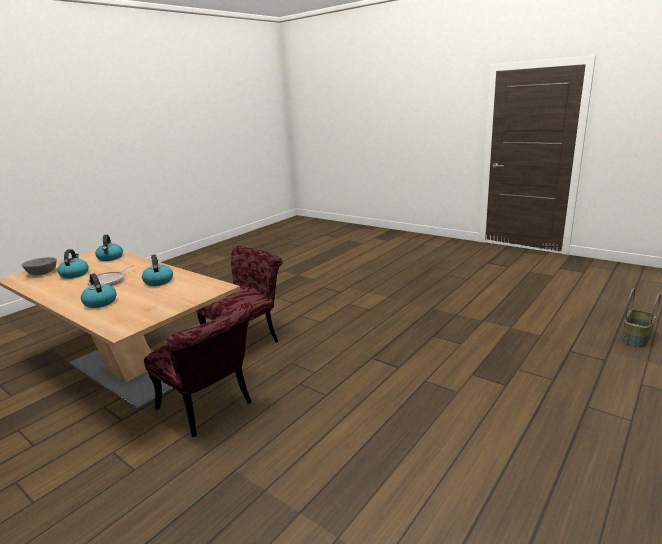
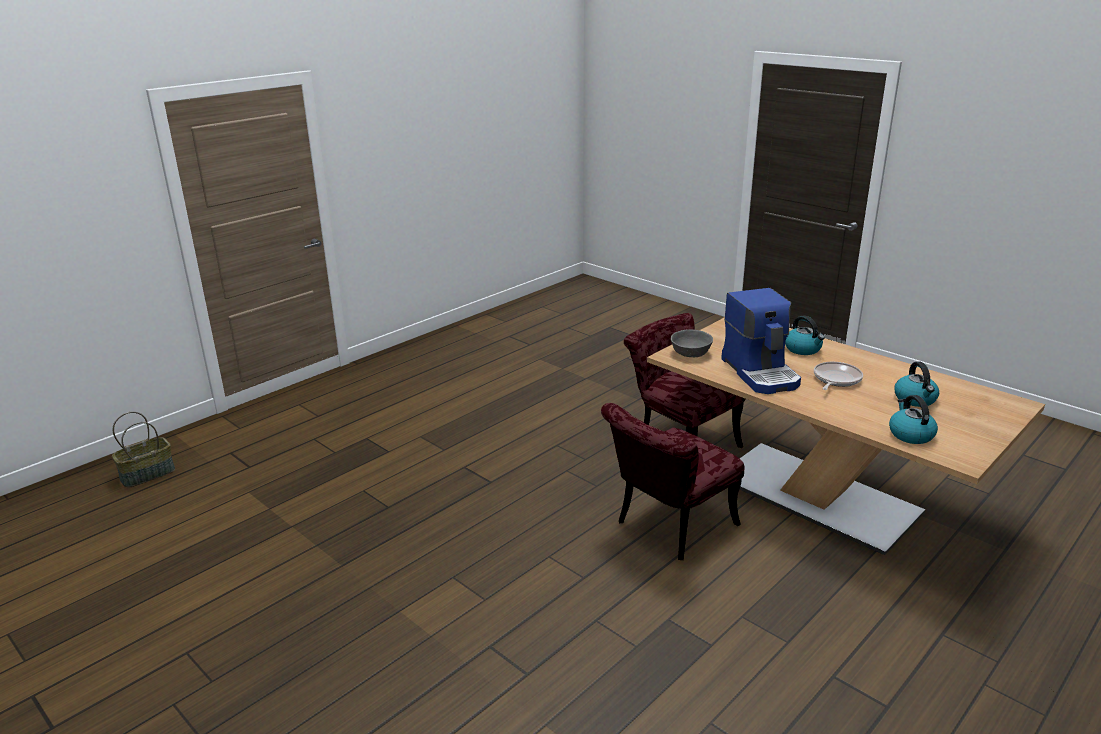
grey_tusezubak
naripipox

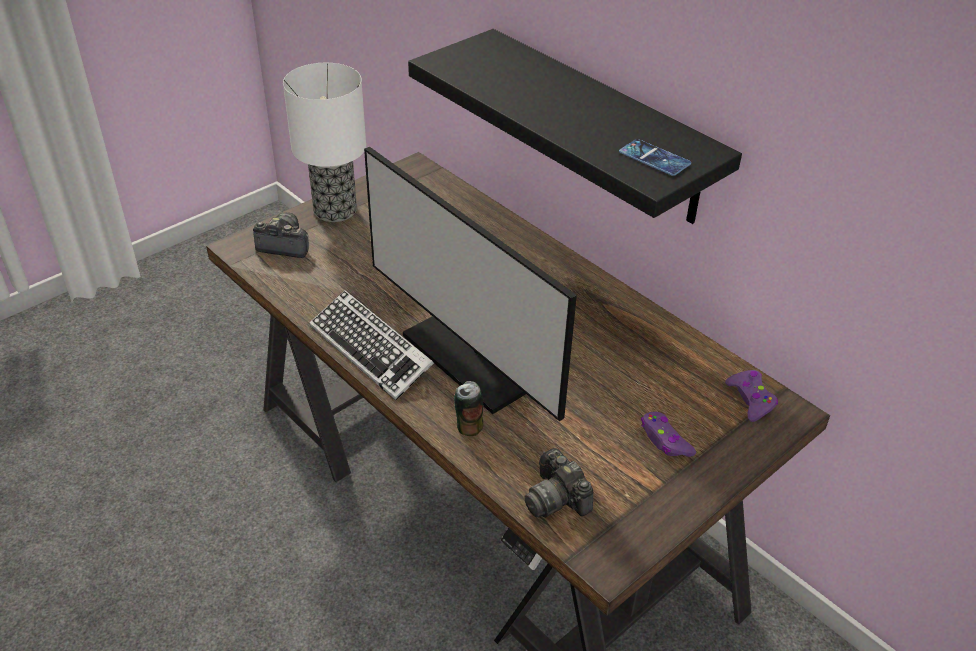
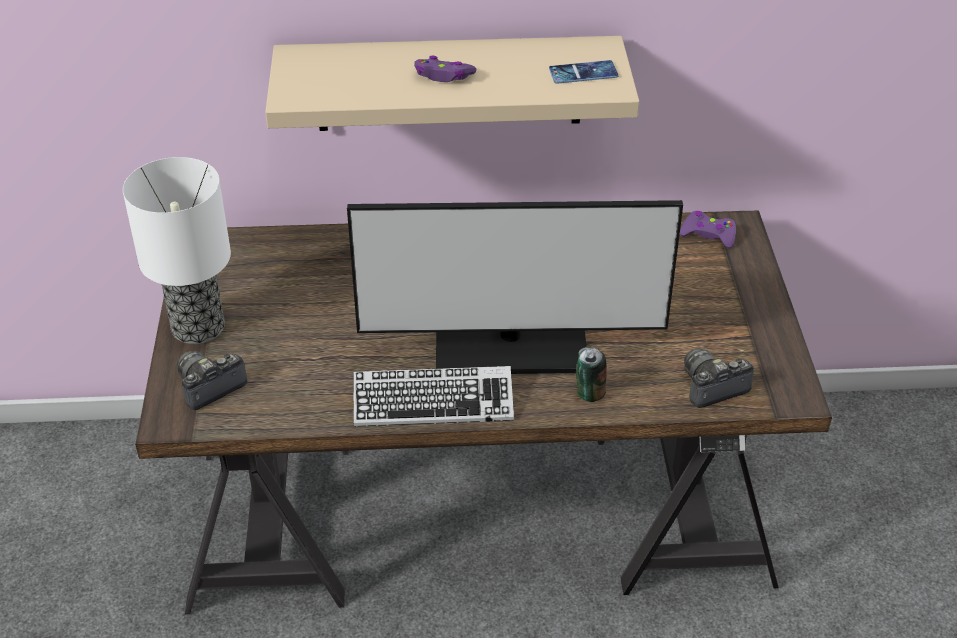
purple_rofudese (no. 1 from left)
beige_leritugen
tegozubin (no. 2 from left)

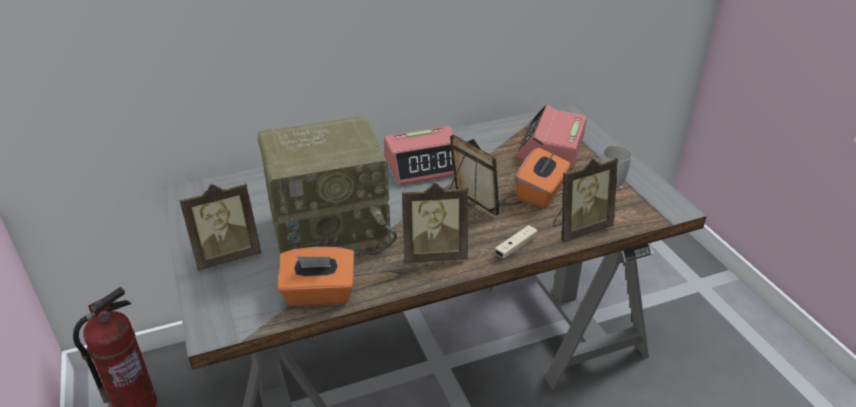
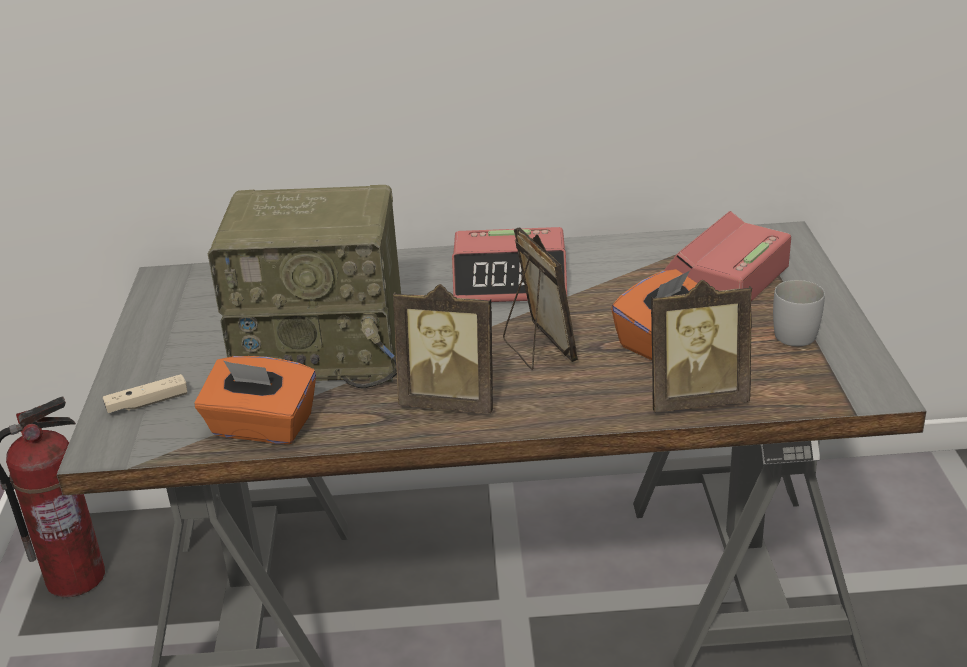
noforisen (no. 1 from left in the first image)
beige_rofudese

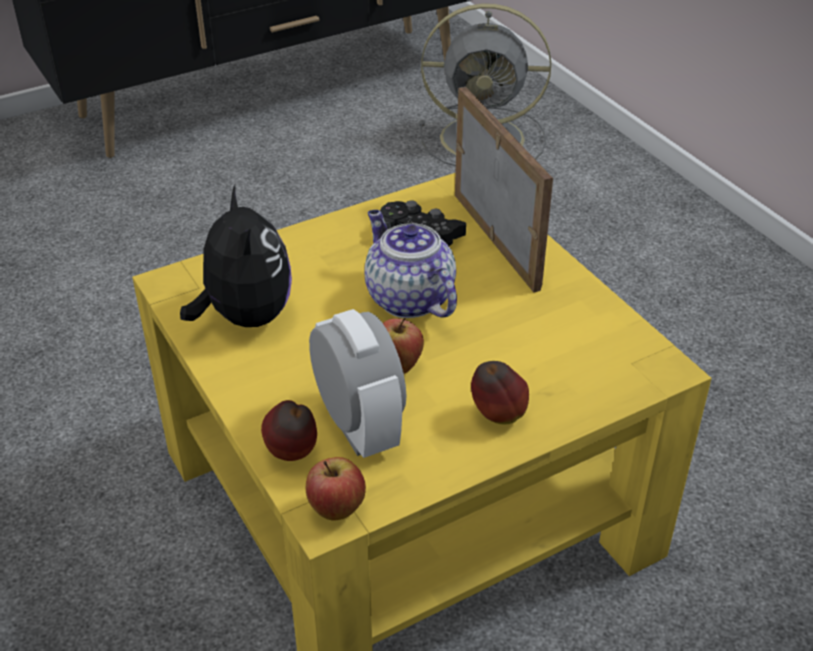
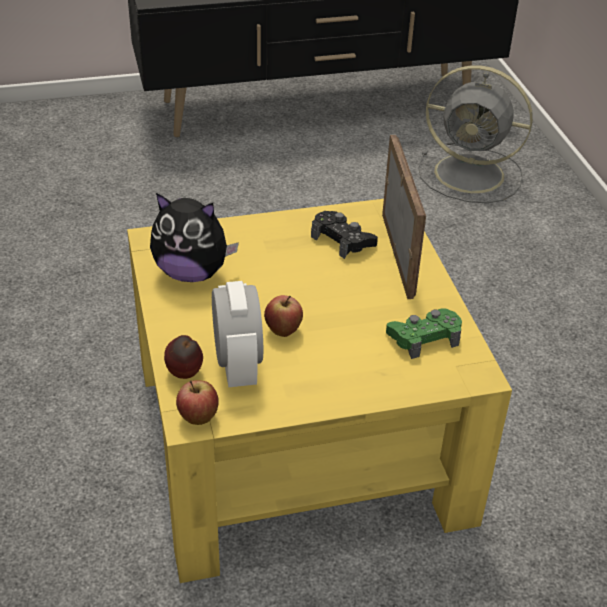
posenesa
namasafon (no. 4 from left in the first image)
green_rofudese
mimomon

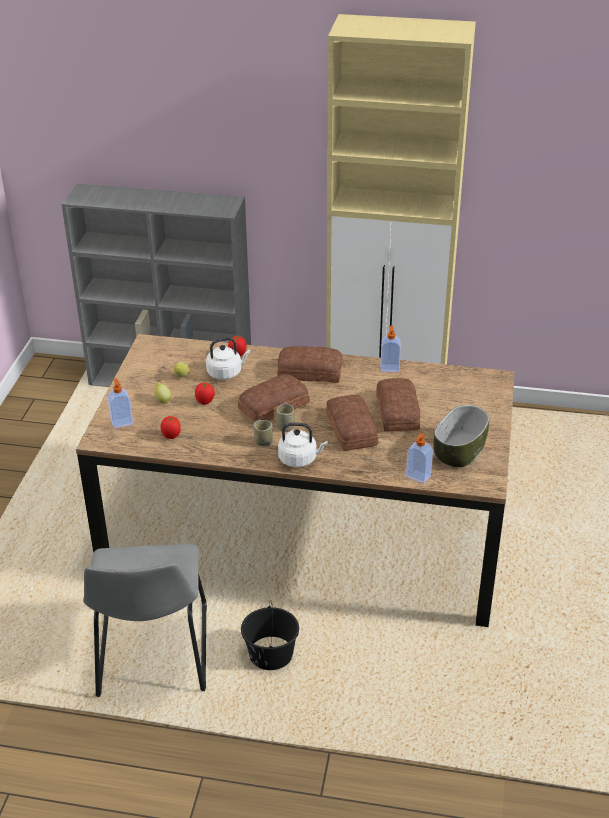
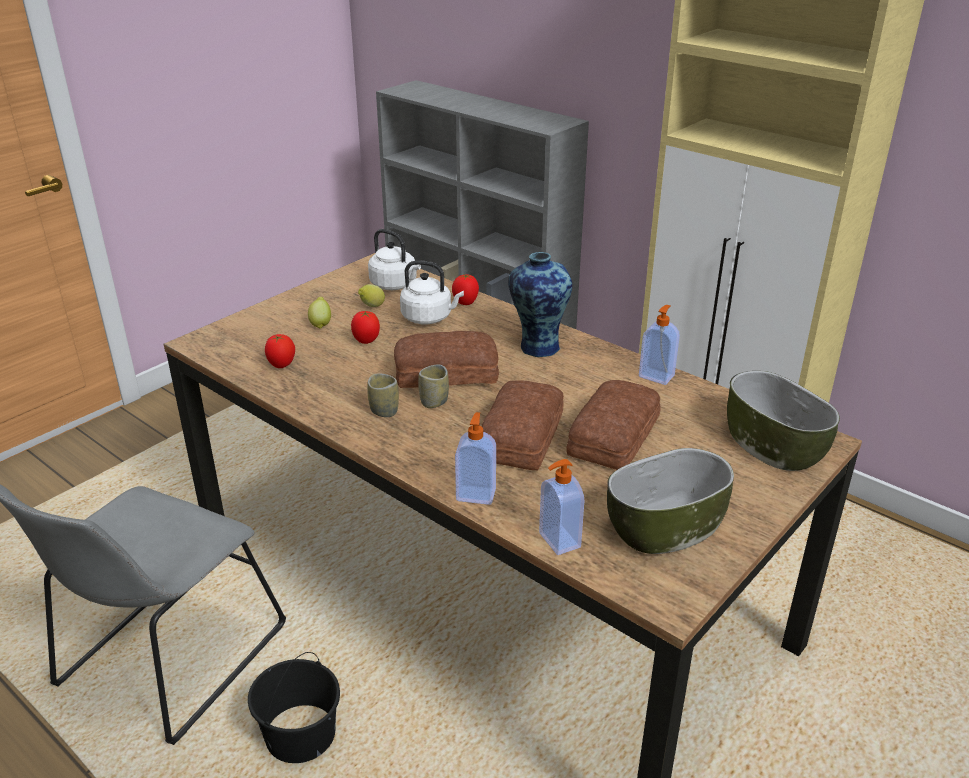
tusezubak (no. 2 from left)
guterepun (no. 1 from left)
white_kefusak (no. 1 from left)
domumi

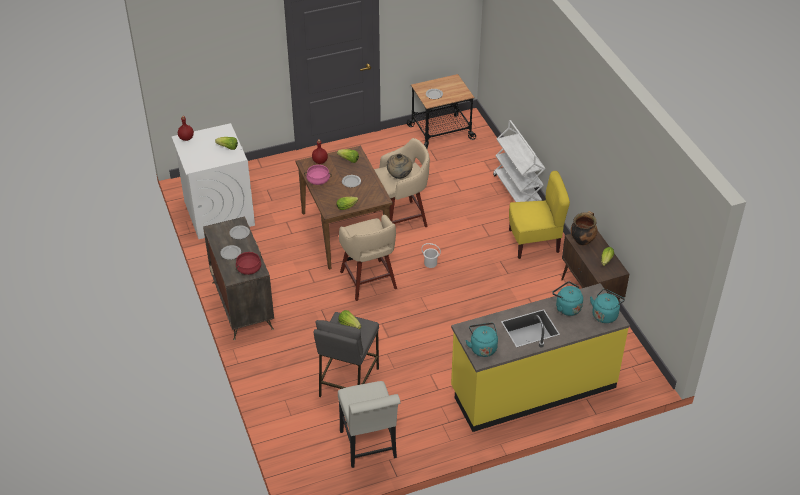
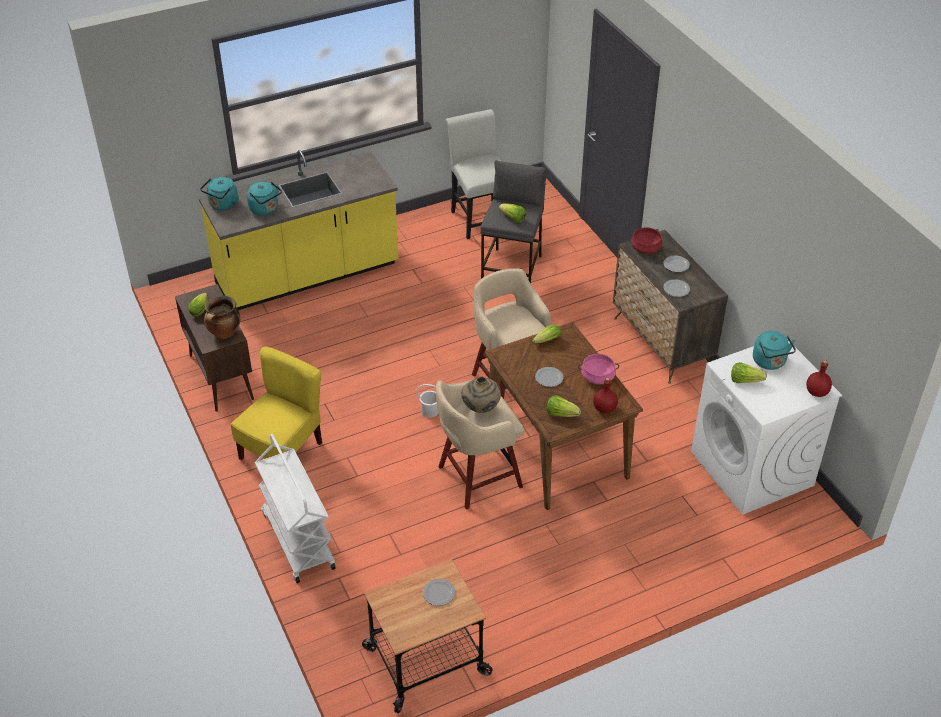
turquoise_kefusak (no. 3 from left)
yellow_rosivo

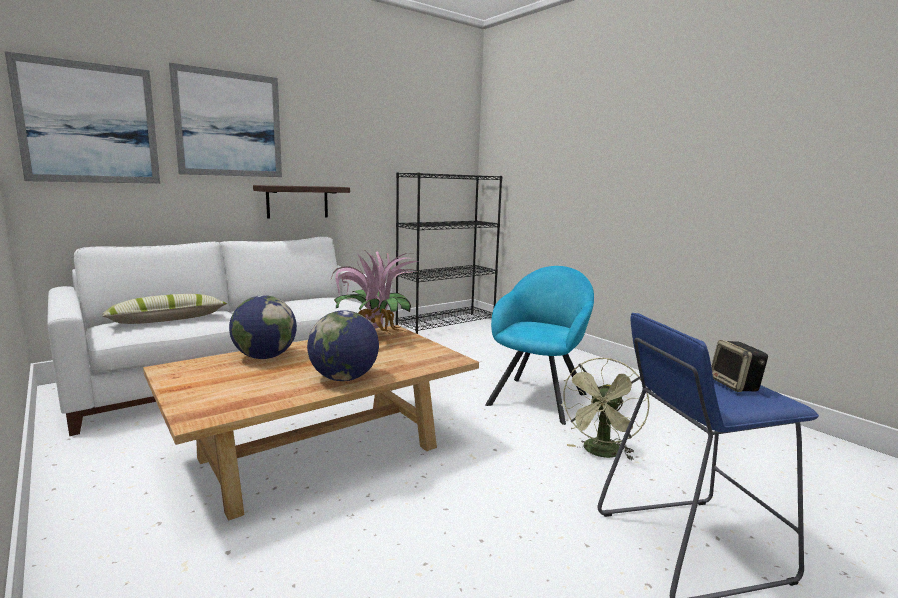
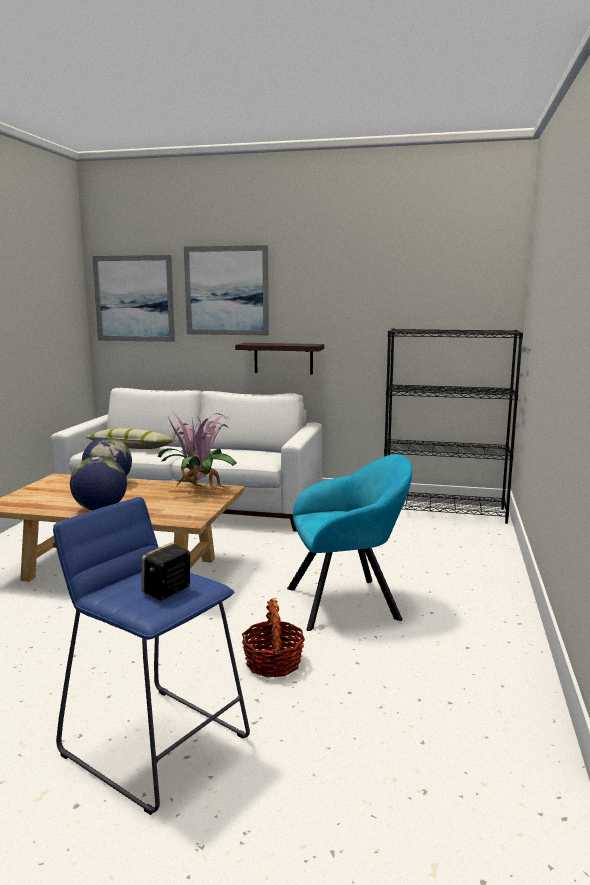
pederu

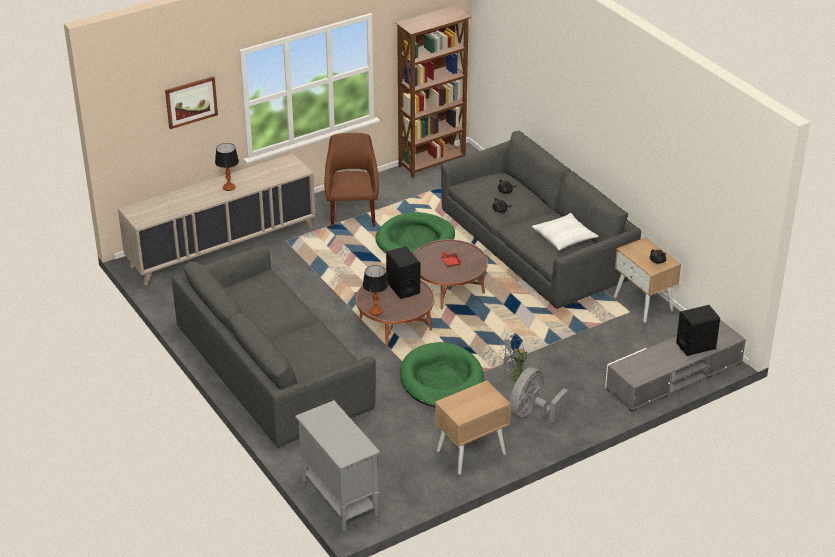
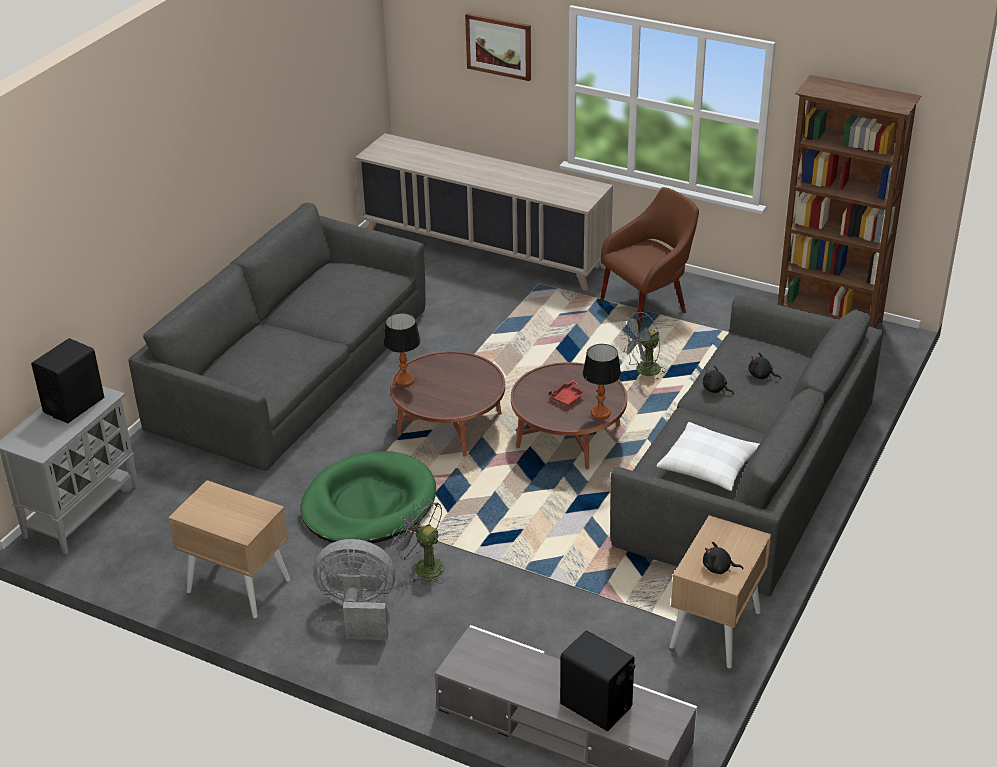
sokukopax (no. 2 from left)
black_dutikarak (no. 1 from left)
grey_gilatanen (no. 3 from left)

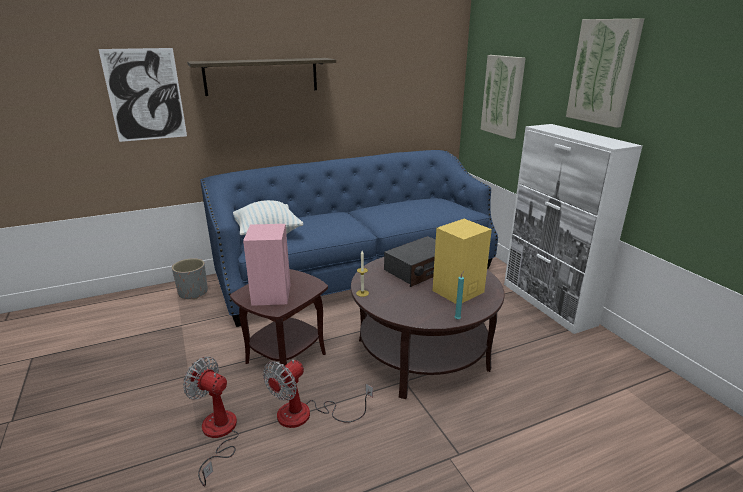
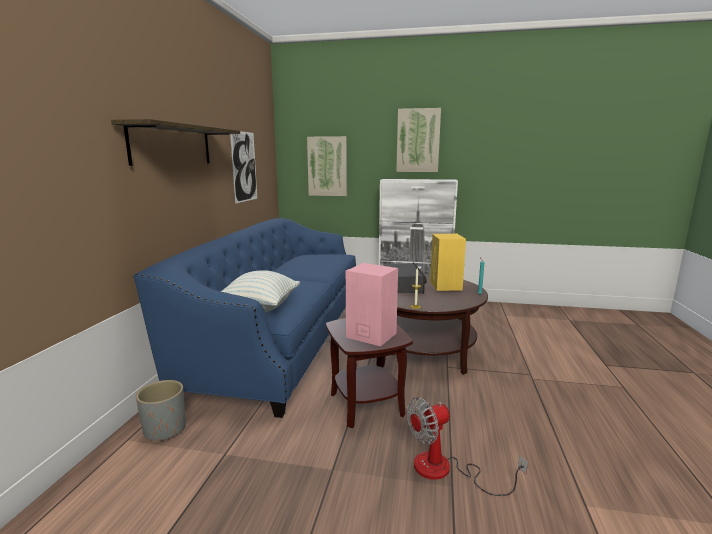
gilatanen (no. 2 from left in the first image)
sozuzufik (no. 1 from left)

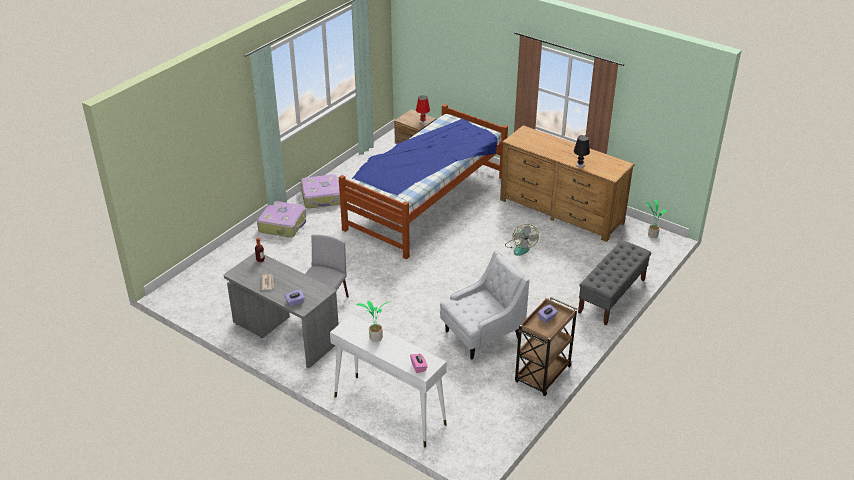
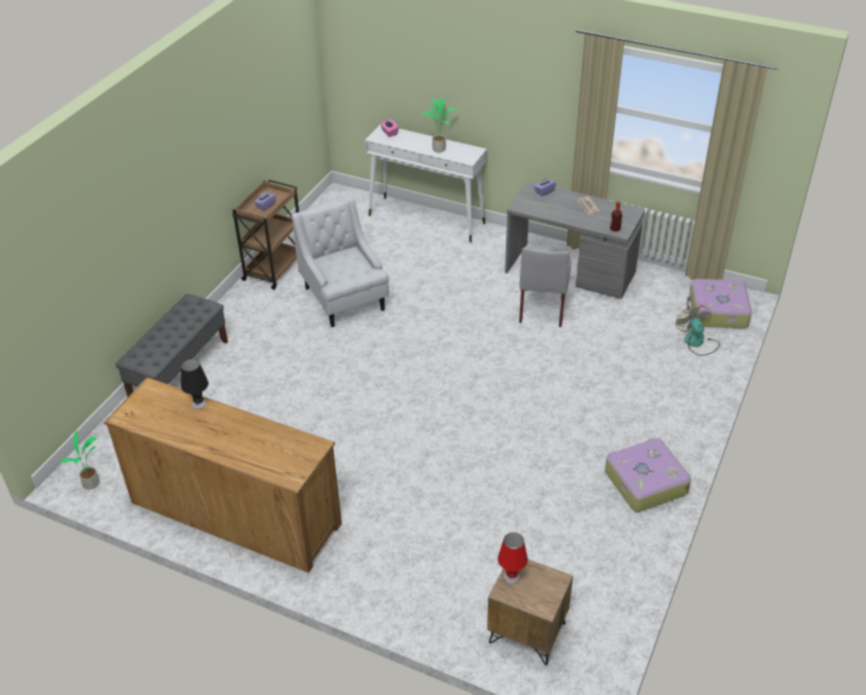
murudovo
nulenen (no. 2 from left)
gilatanen
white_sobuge

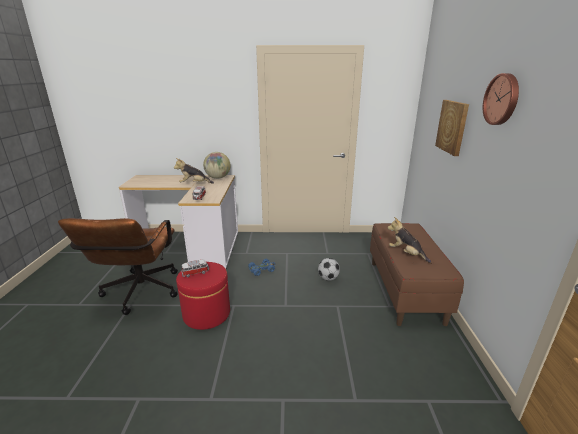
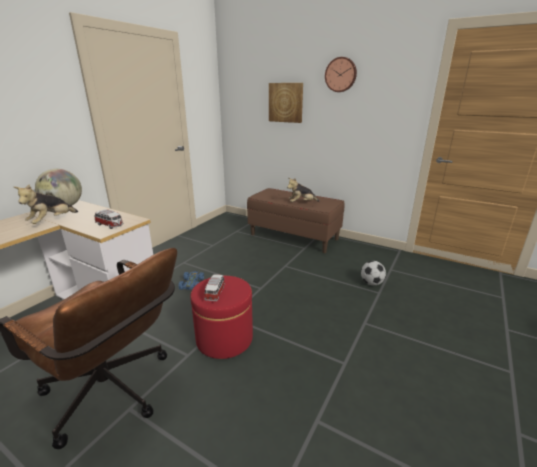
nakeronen

